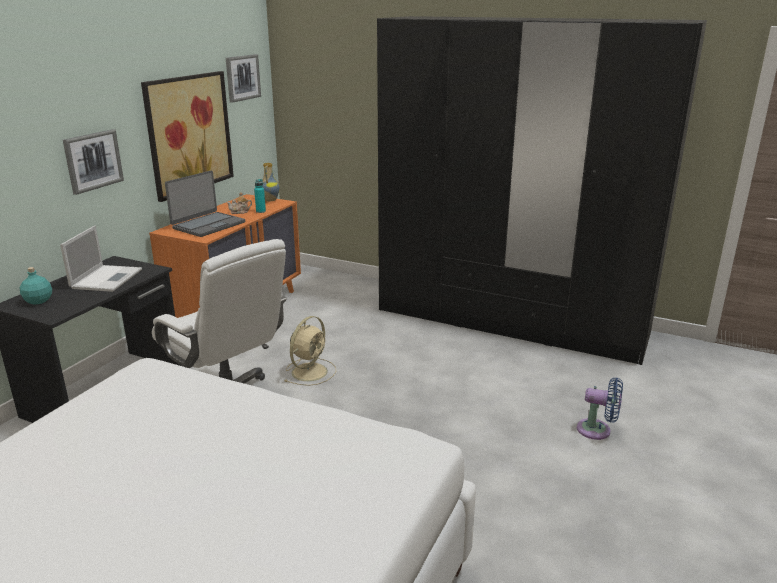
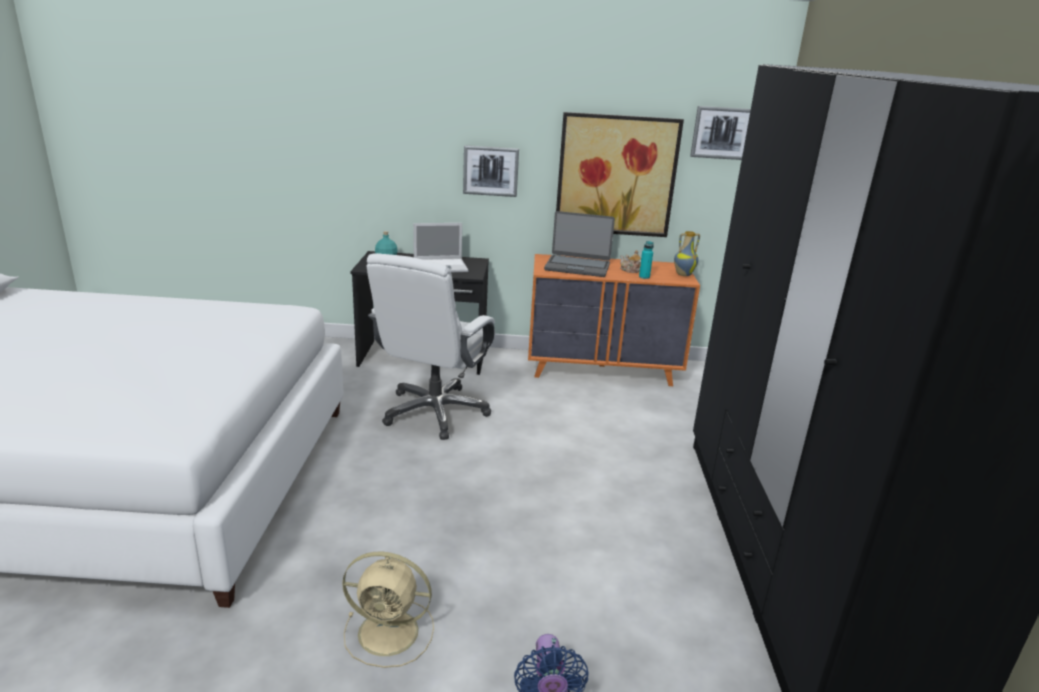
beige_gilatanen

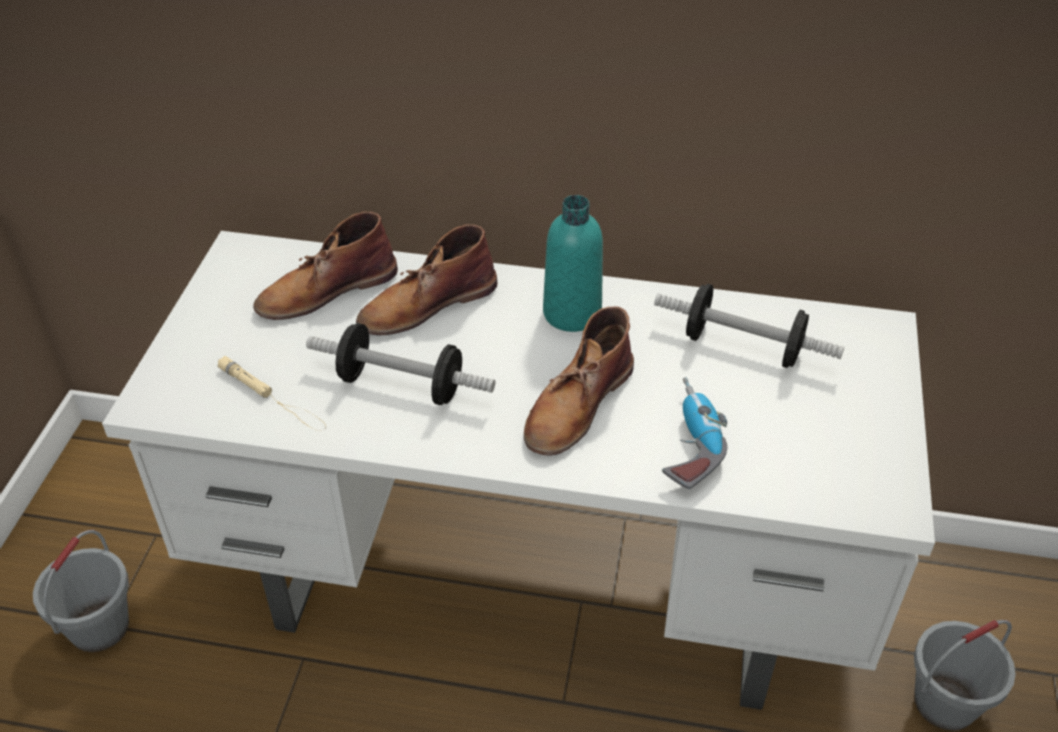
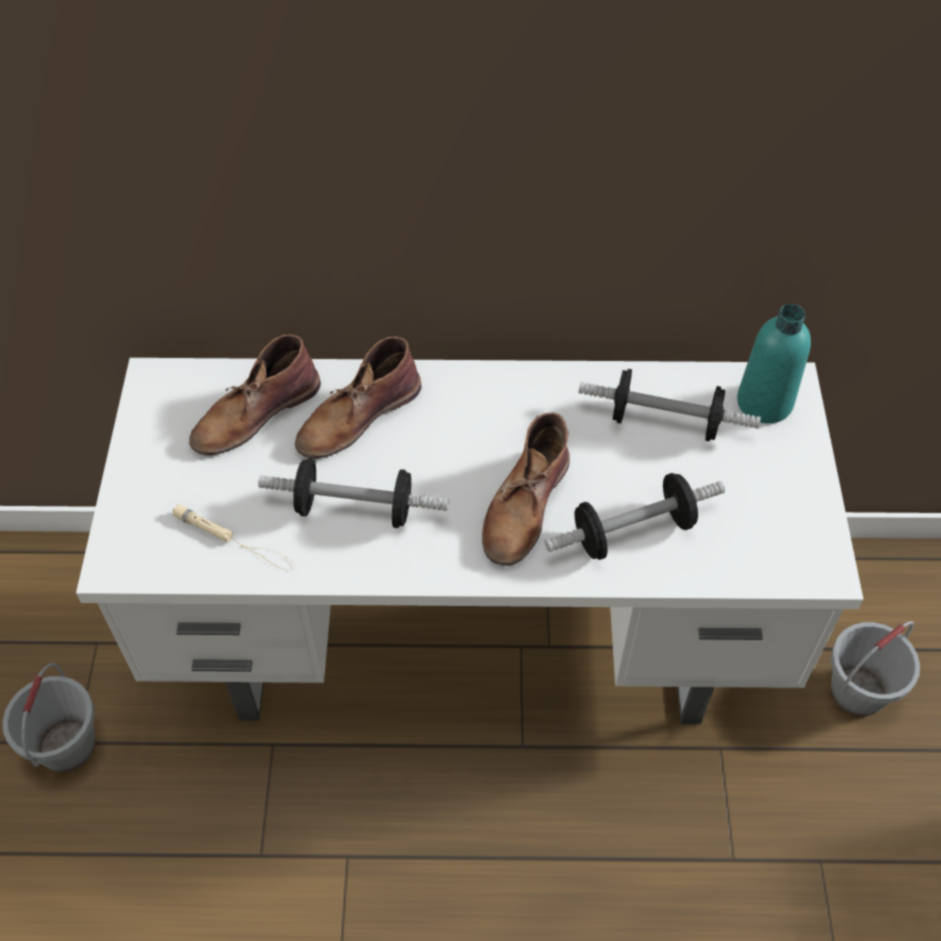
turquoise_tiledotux
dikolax (no. 2 from left)

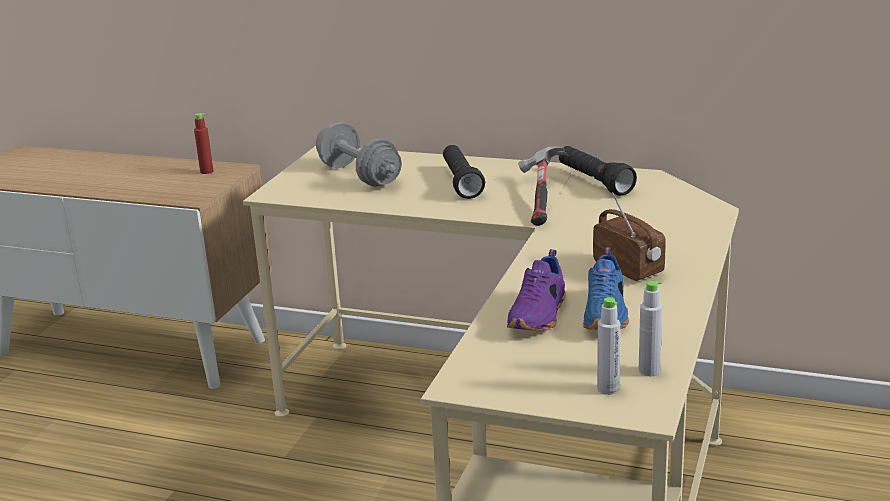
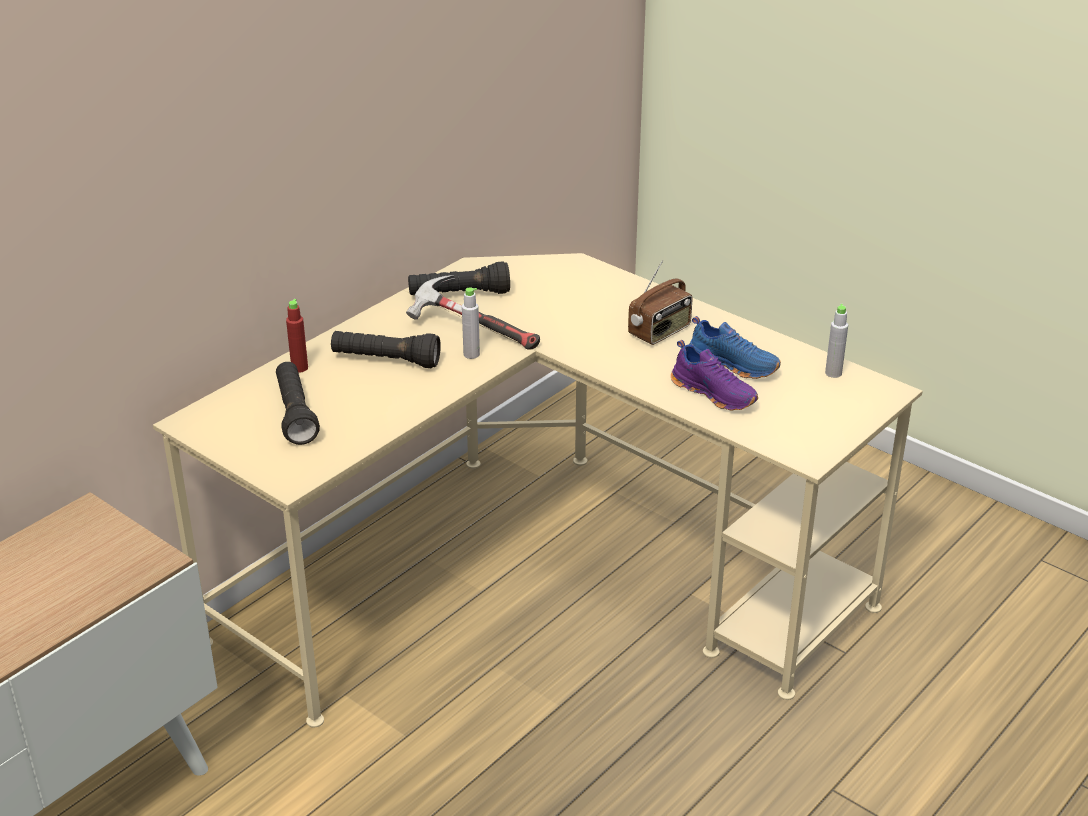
red_tiledotux
grey_tiledotux (no. 1 from left)
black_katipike (no. 1 from left)
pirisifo

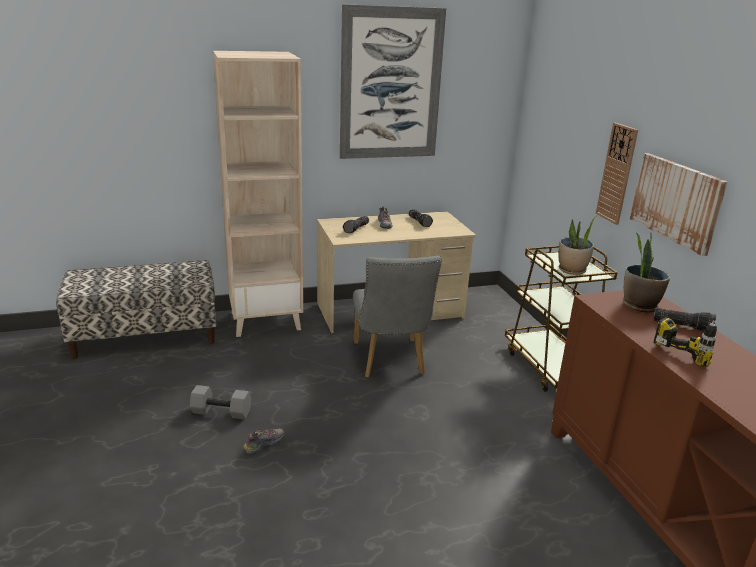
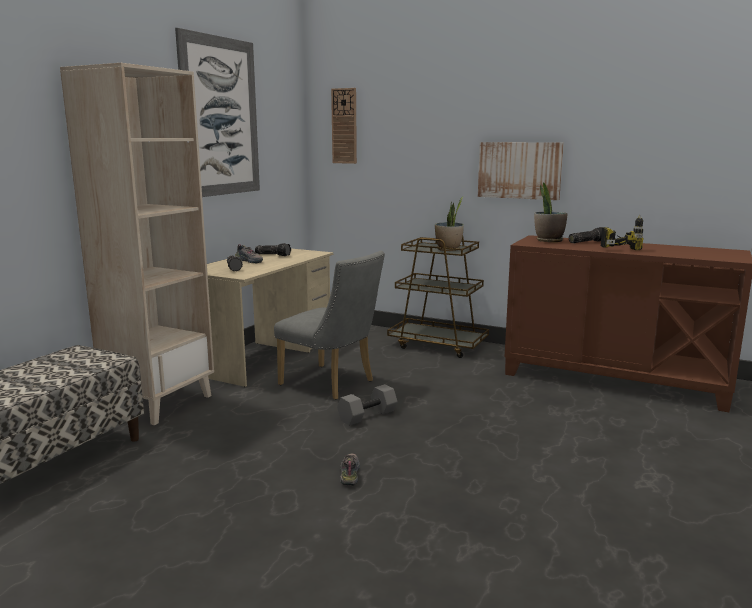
grey_dikolax
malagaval

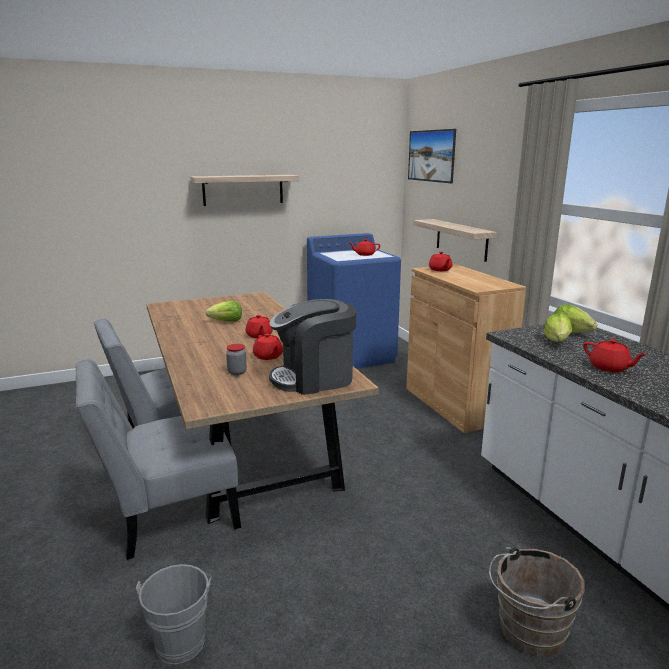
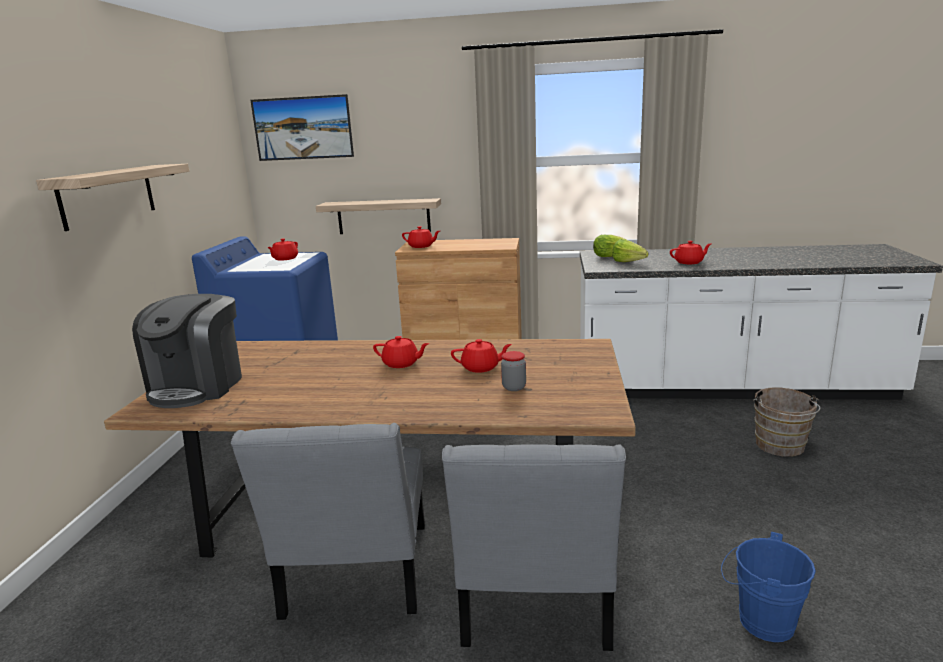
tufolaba (no. 1 from left in the first image)
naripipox
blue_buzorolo

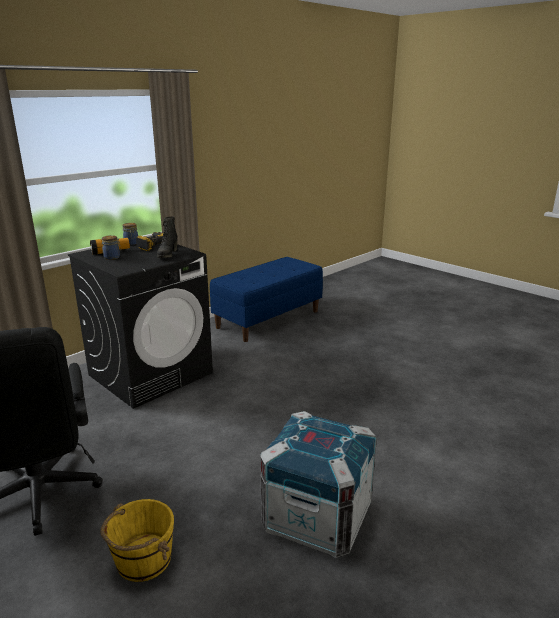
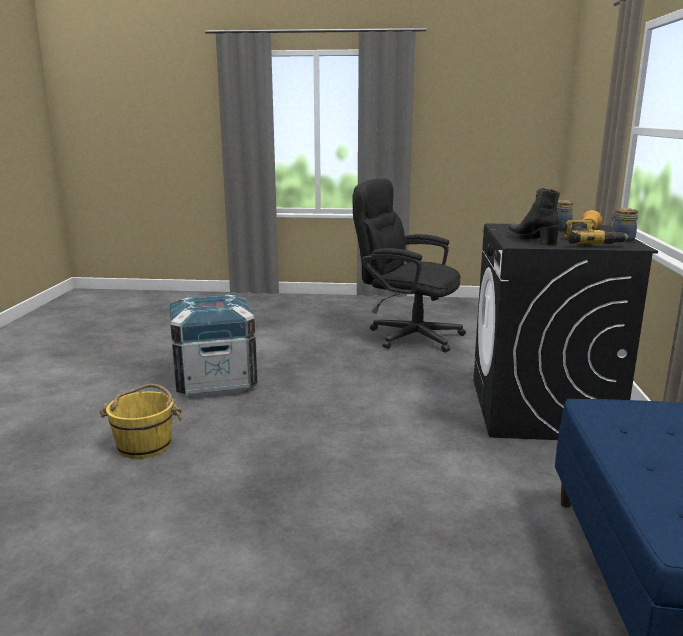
yellow_buzorolo

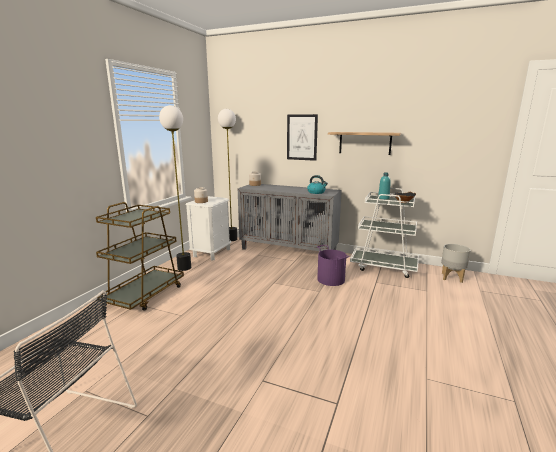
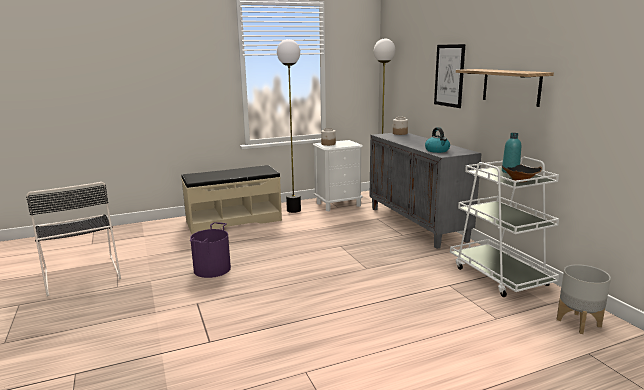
purple_buzorolo
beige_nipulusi

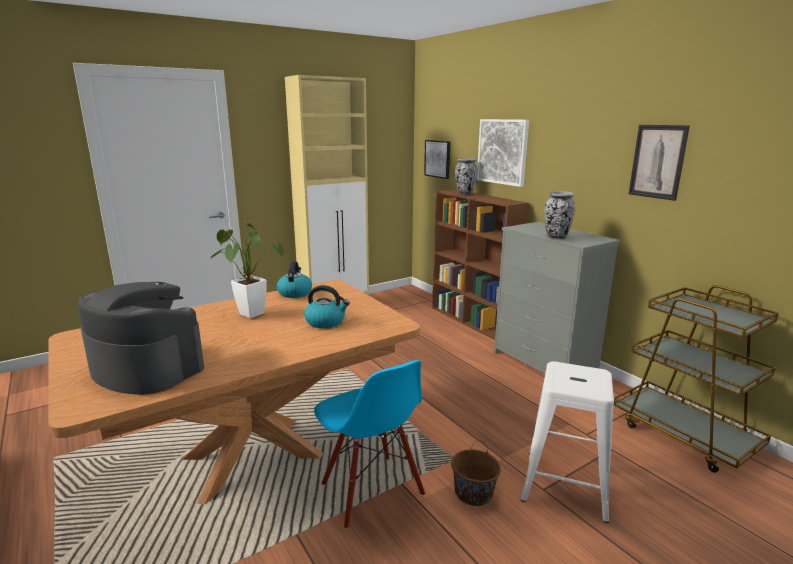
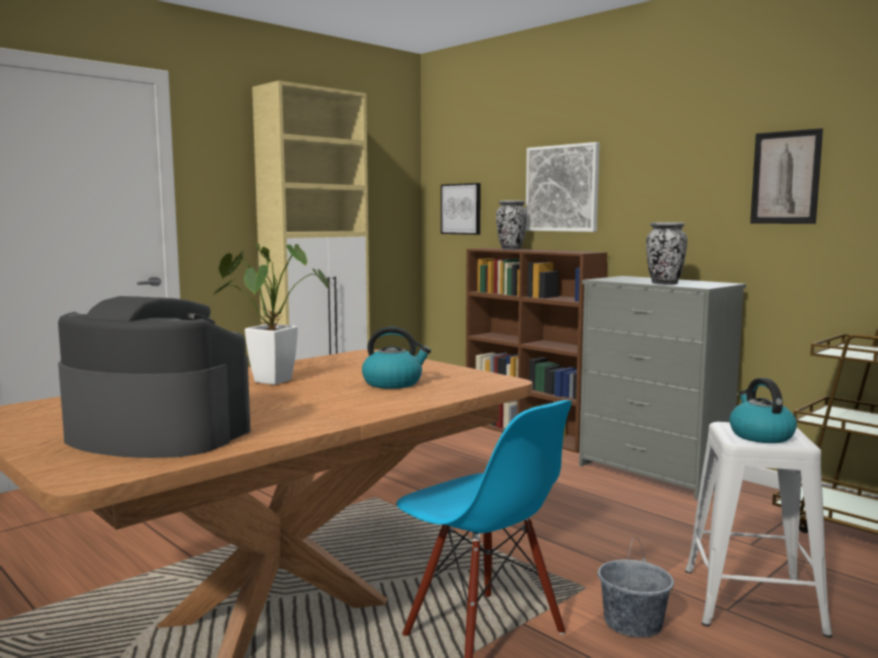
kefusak (no. 2 from left)
grey_buzorolo

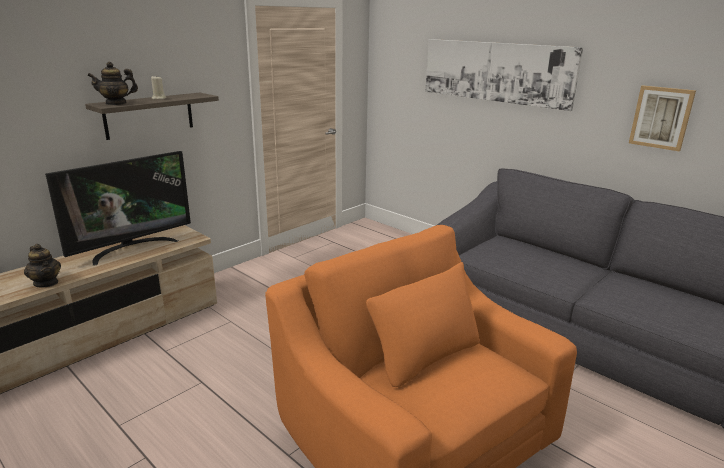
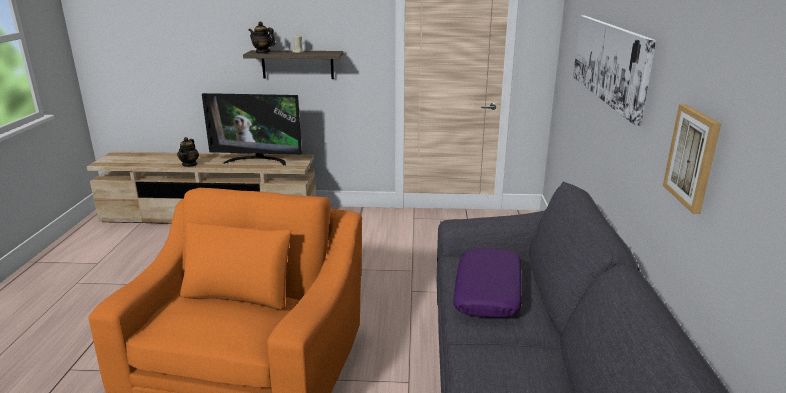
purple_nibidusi

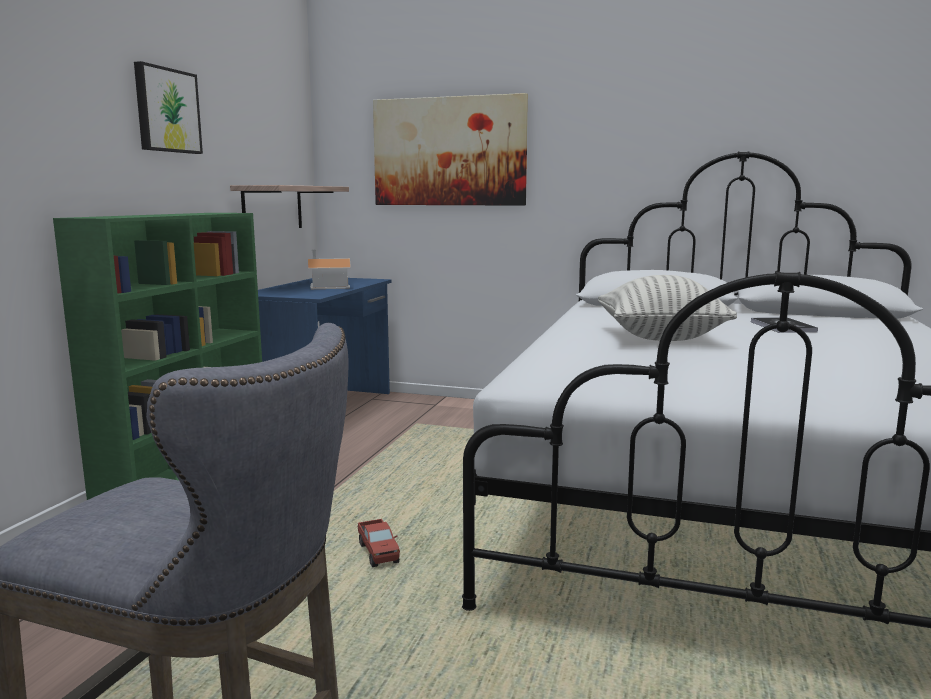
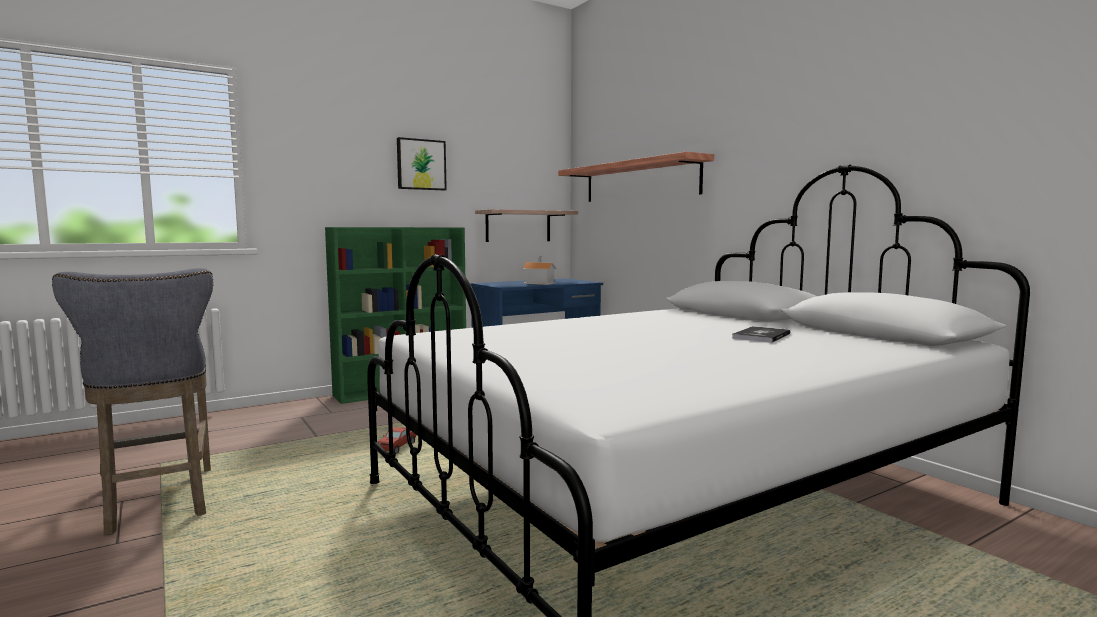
nibidusi
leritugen (no. 2 from left)

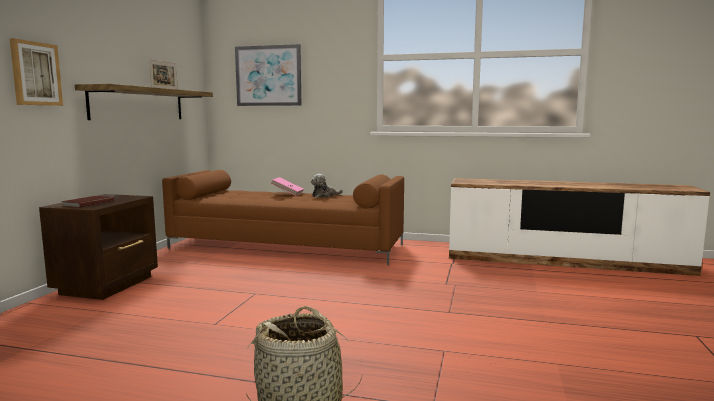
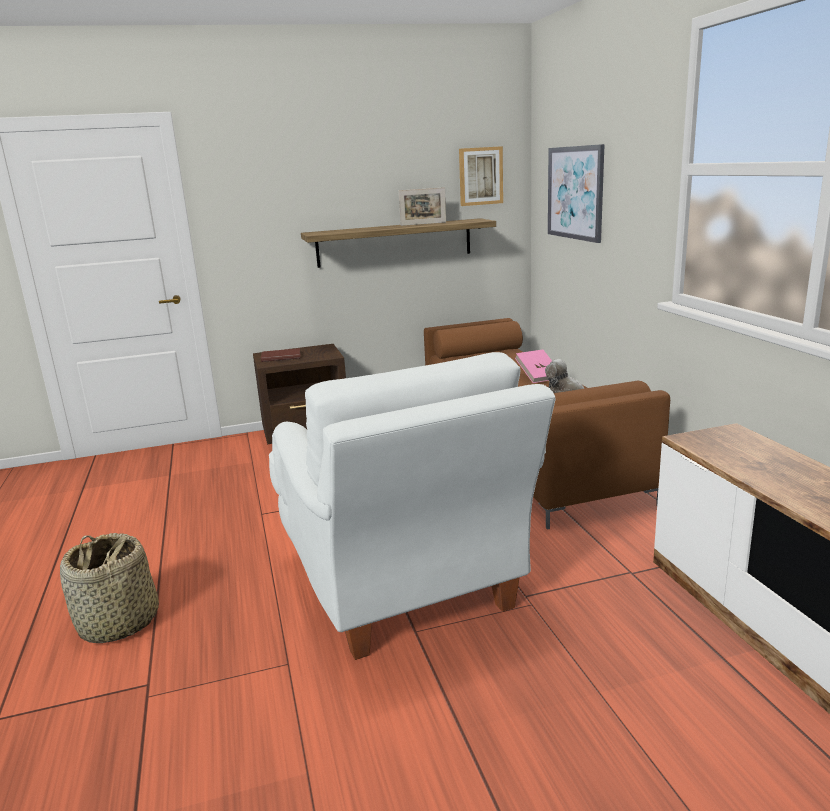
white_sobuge
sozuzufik (no. 1 from left)

